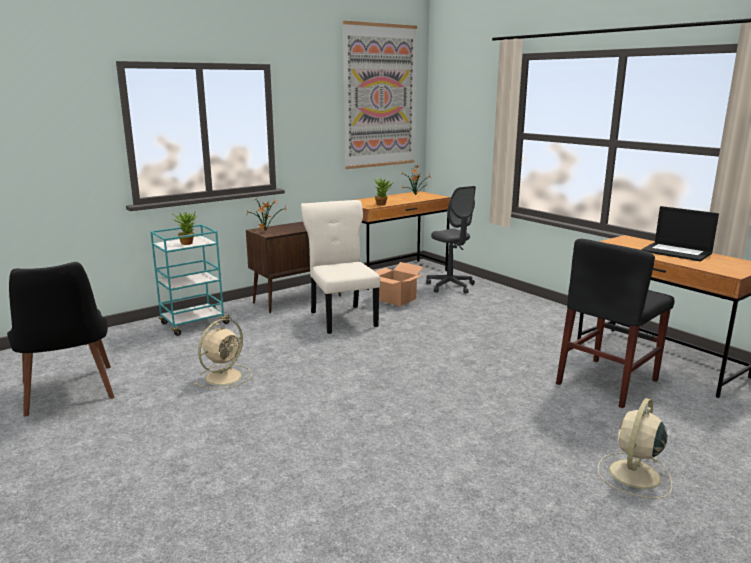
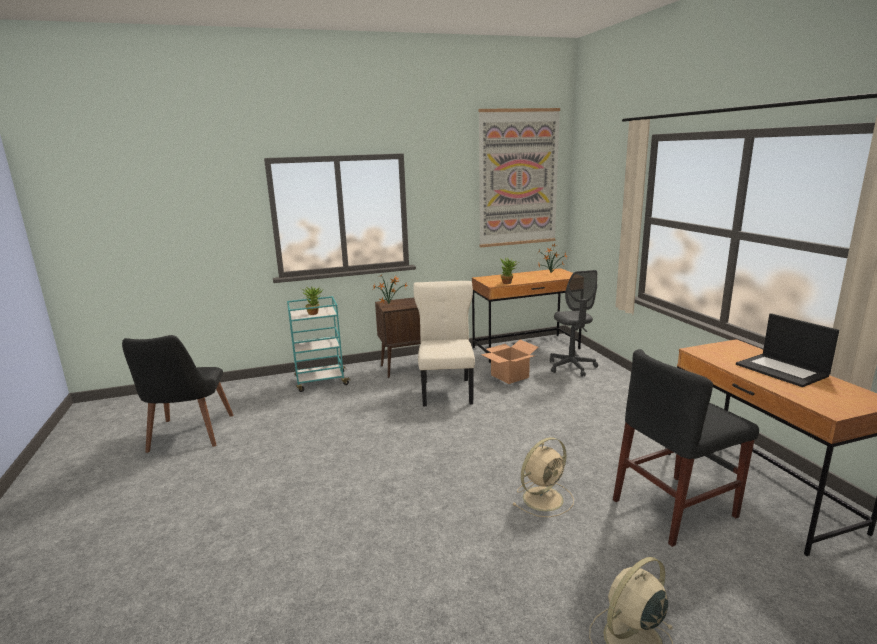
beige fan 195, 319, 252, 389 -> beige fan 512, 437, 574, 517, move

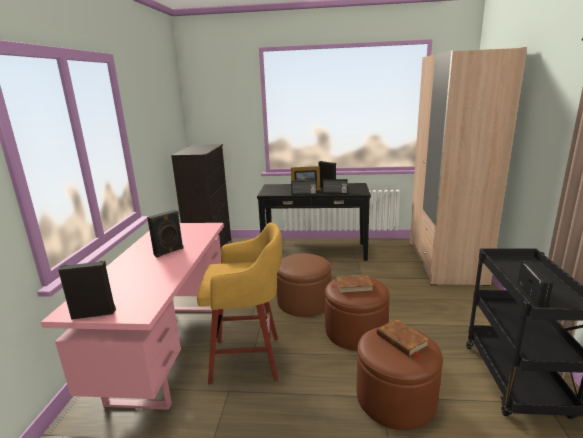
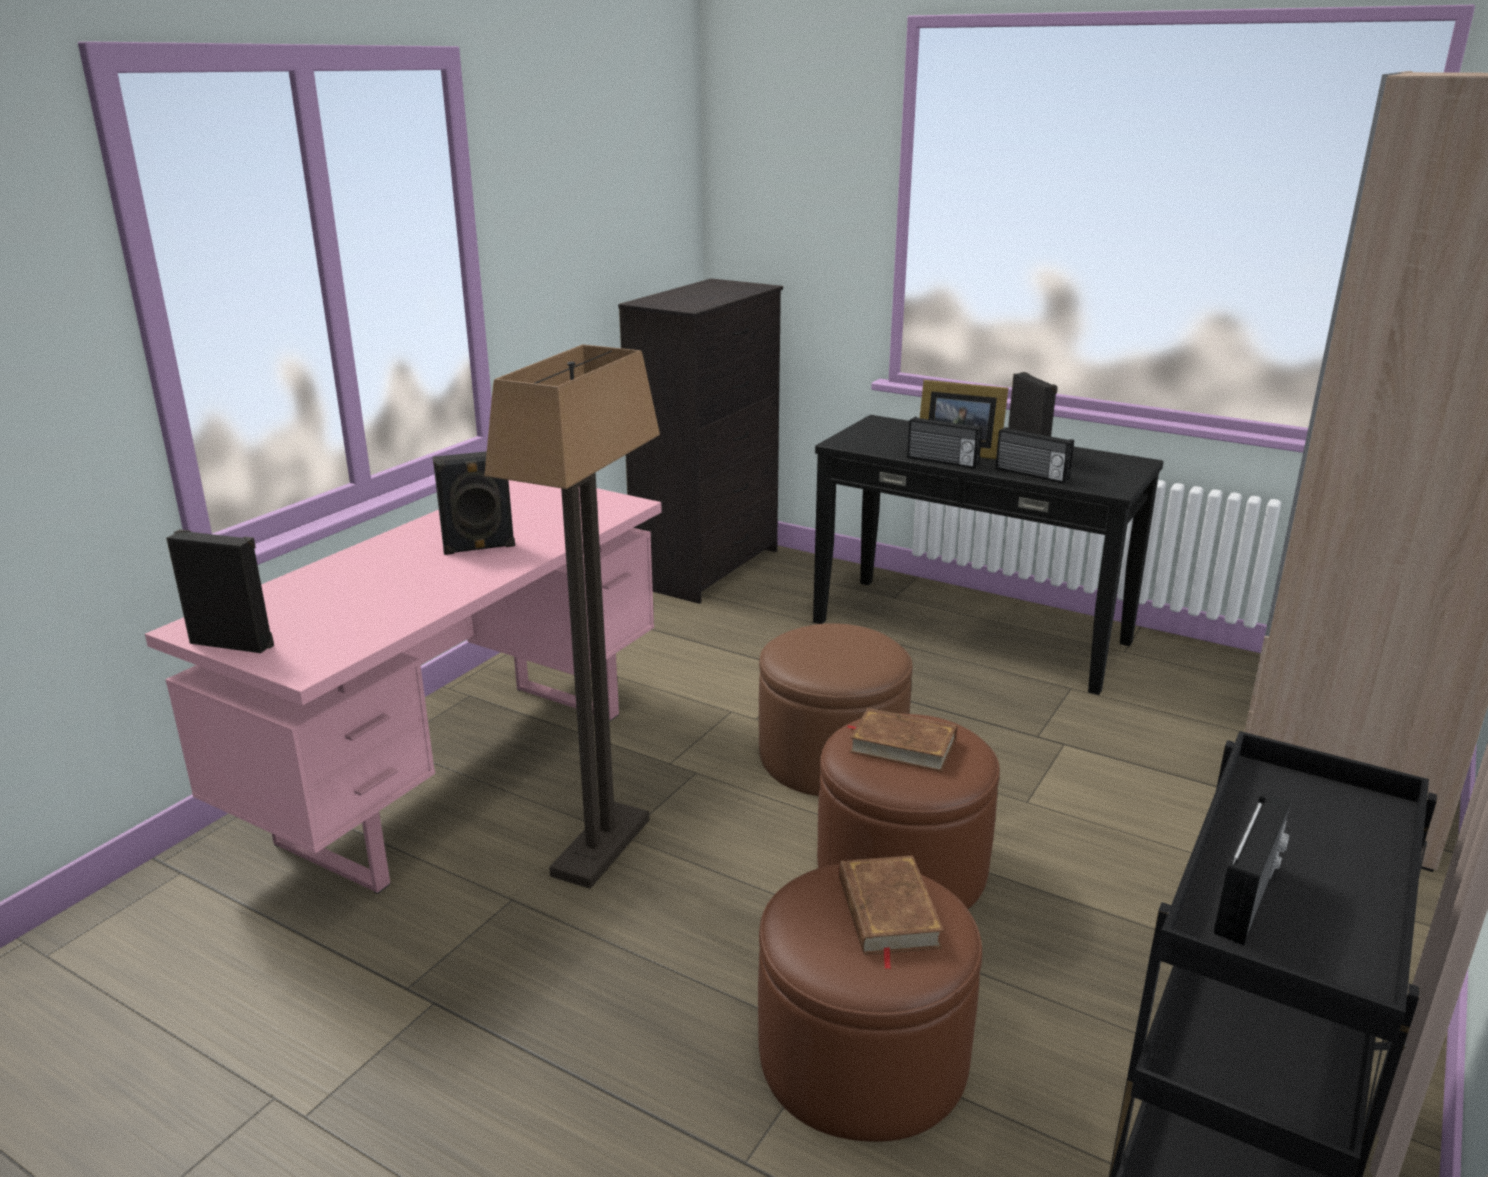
yellow stool 197, 222, 282, 384 -> floor lamp 484, 344, 660, 889

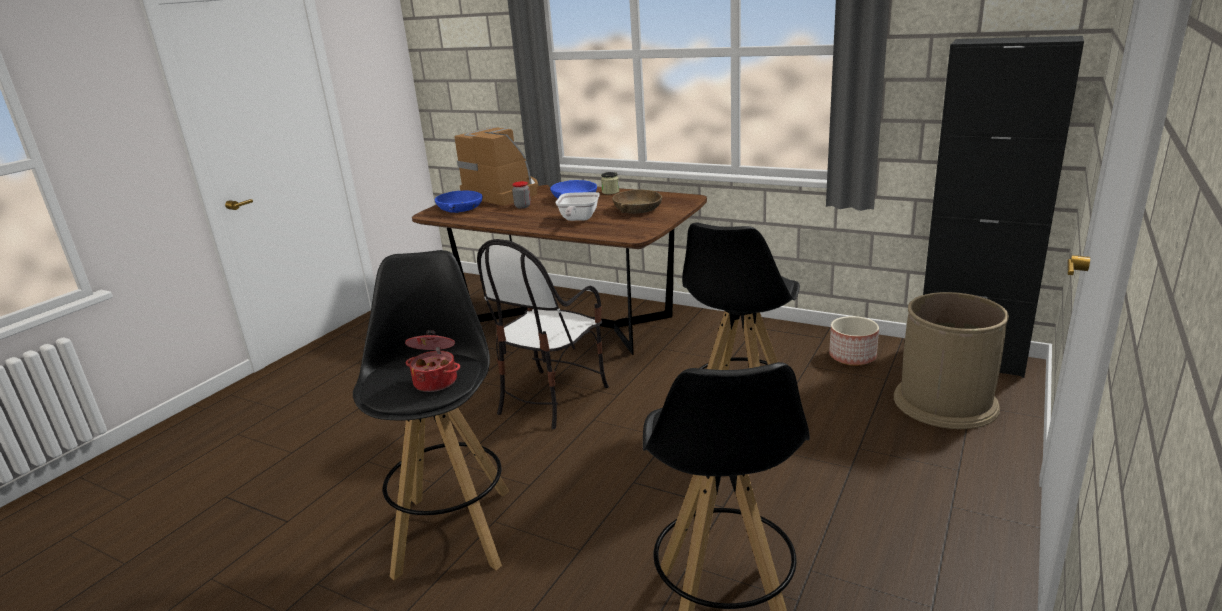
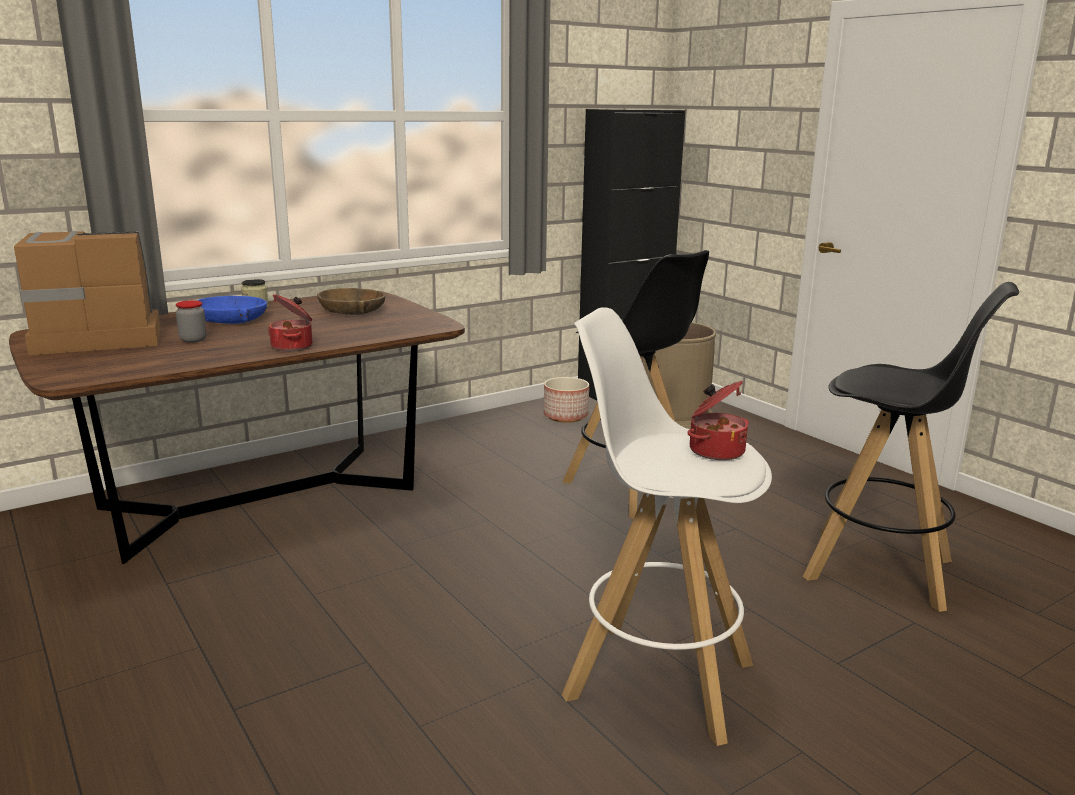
black stool 353, 250, 510, 580 -> white stool 562, 307, 772, 746
blue bowl 435, 190, 483, 213 -> none
chair 477, 239, 609, 429 -> none
frying pan 555, 192, 600, 221 -> none
none -> cooking pot 267, 294, 313, 351

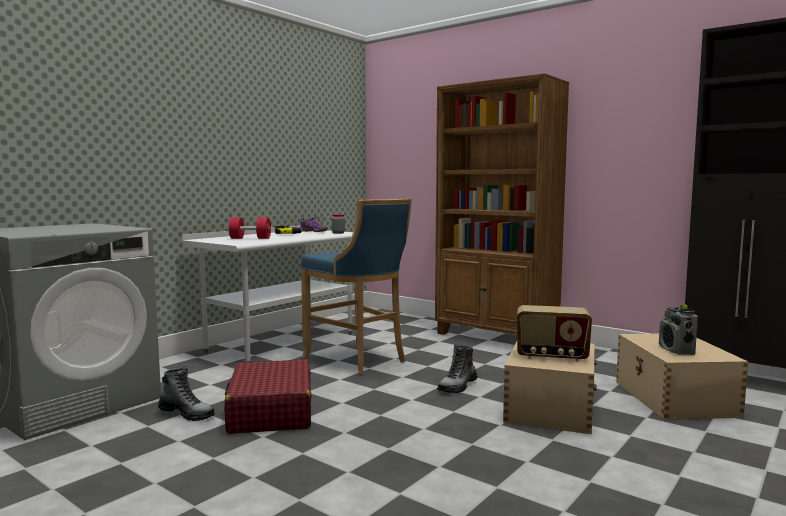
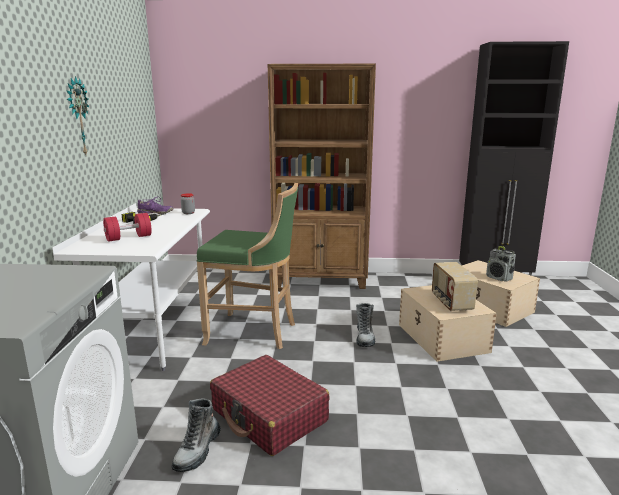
boot 158, 366, 215, 421 -> boot 171, 398, 221, 472, 120 degrees clockwise
blue stool 301, 199, 412, 375 -> green stool 197, 183, 298, 349
radio 517, 305, 592, 361 -> radio 432, 262, 478, 311, 105 degrees clockwise
none -> wall clock 66, 76, 89, 155

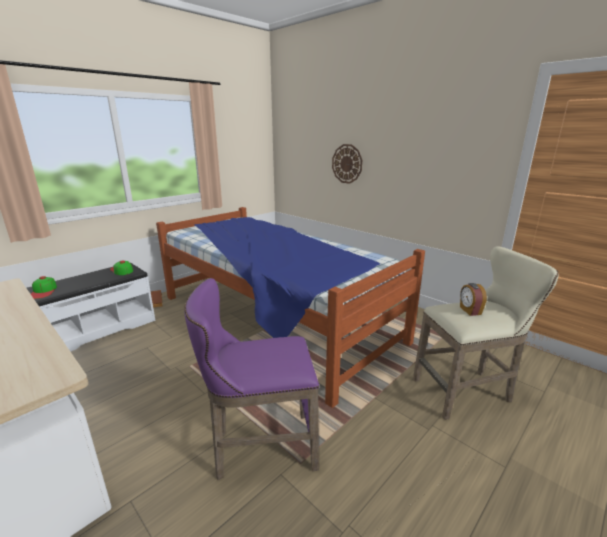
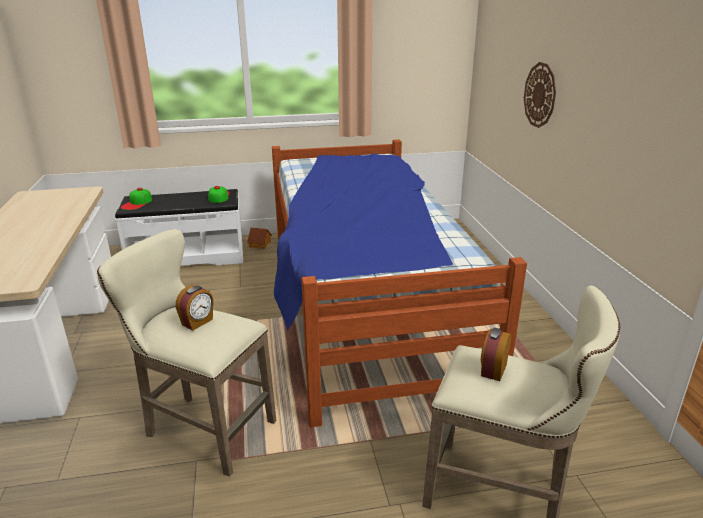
purple stool 184, 278, 319, 480 -> beige stool 97, 229, 276, 477
none -> alarm clock 176, 285, 214, 331

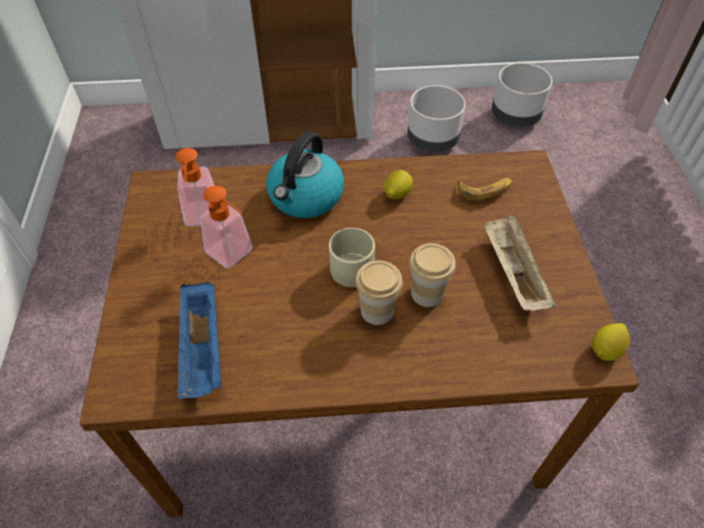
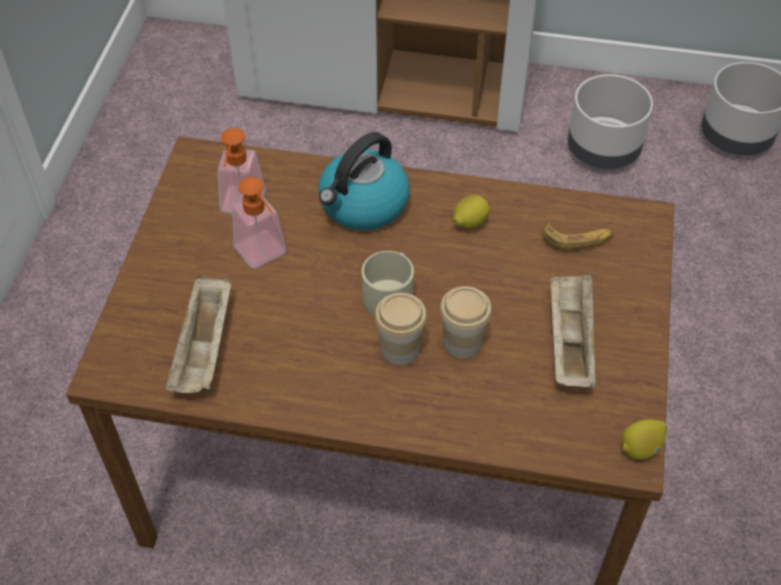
blue tray 178, 282, 221, 399 -> beige tray 165, 275, 231, 393

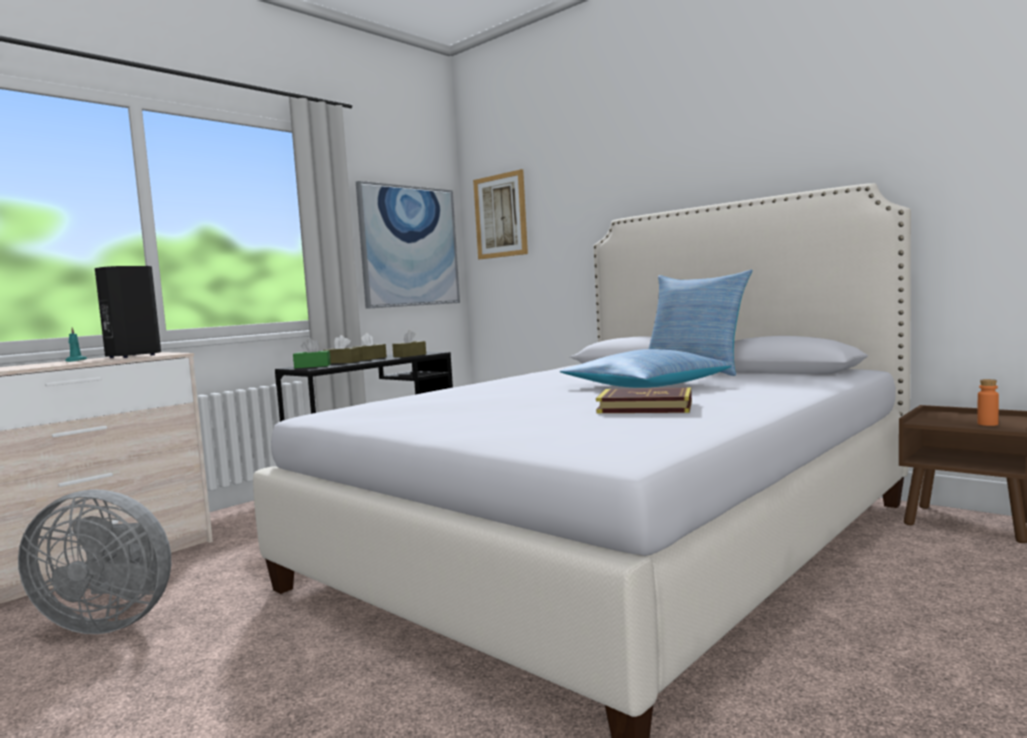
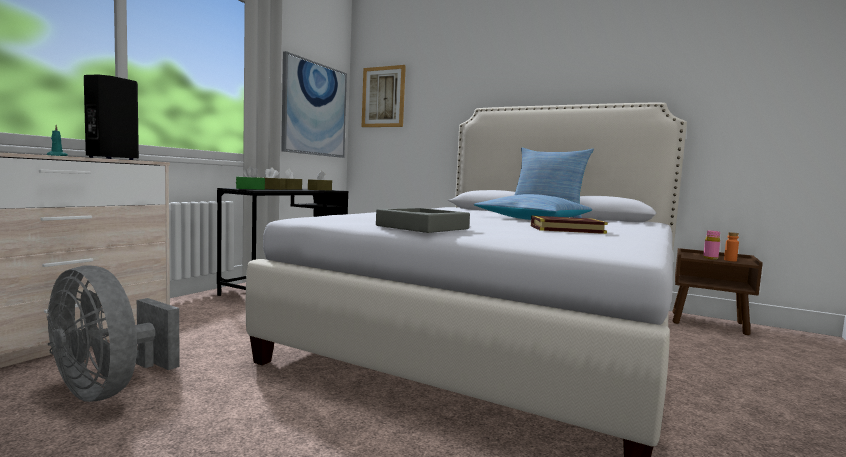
grey fan 18, 489, 171, 634 -> grey fan 47, 266, 180, 402, 45 degrees clockwise
none -> grey tray 376, 208, 470, 233
none -> pink bottle 703, 231, 720, 260

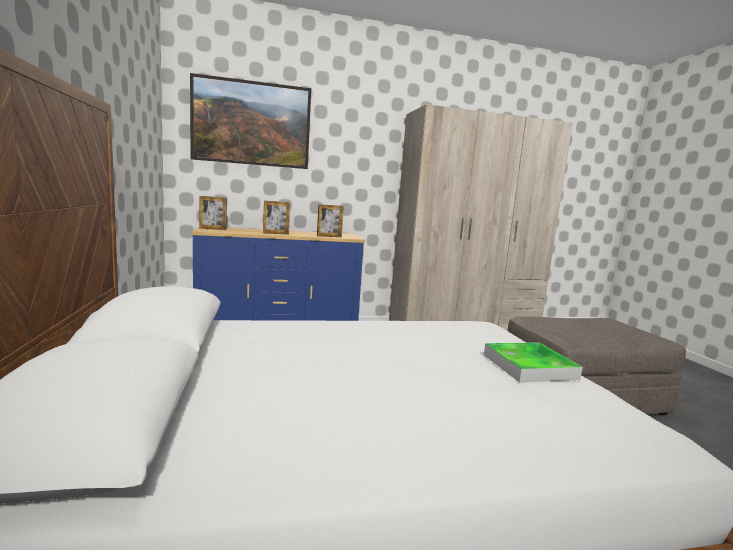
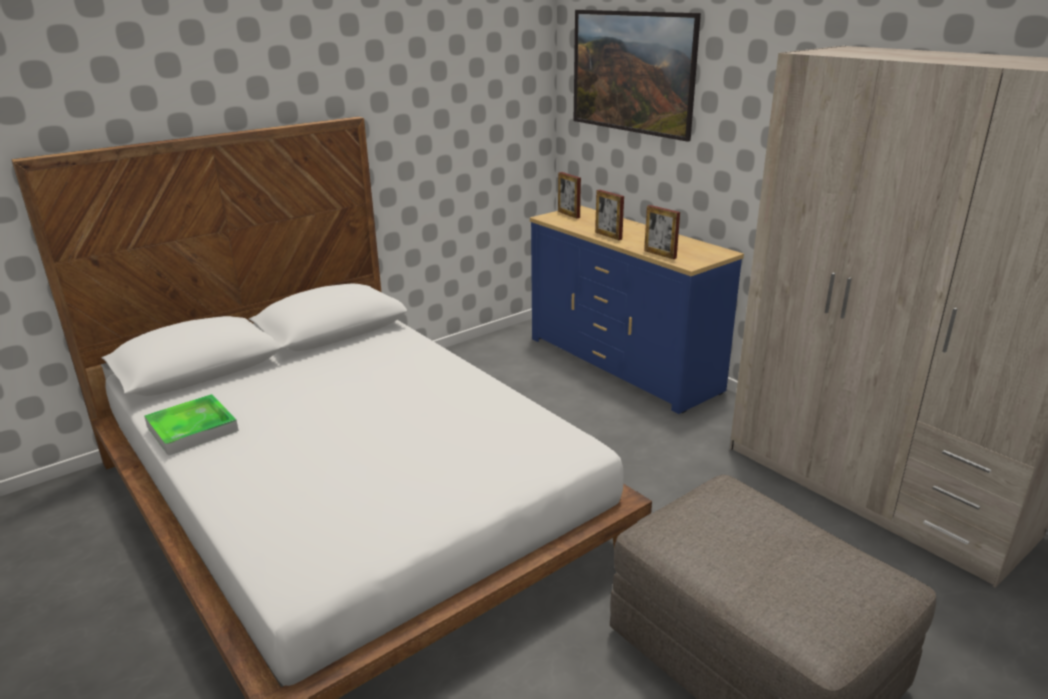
tray 484, 342, 583, 382 -> tray 144, 394, 239, 456, move

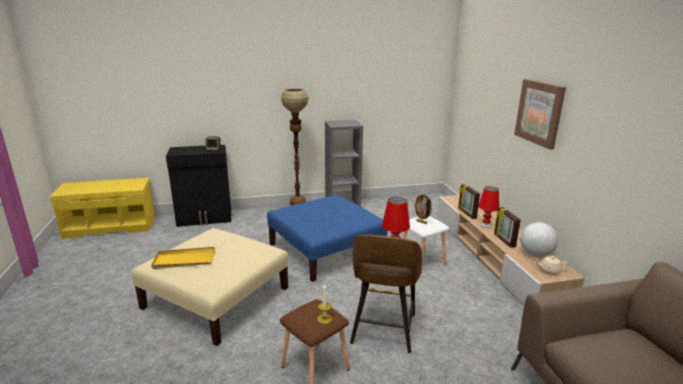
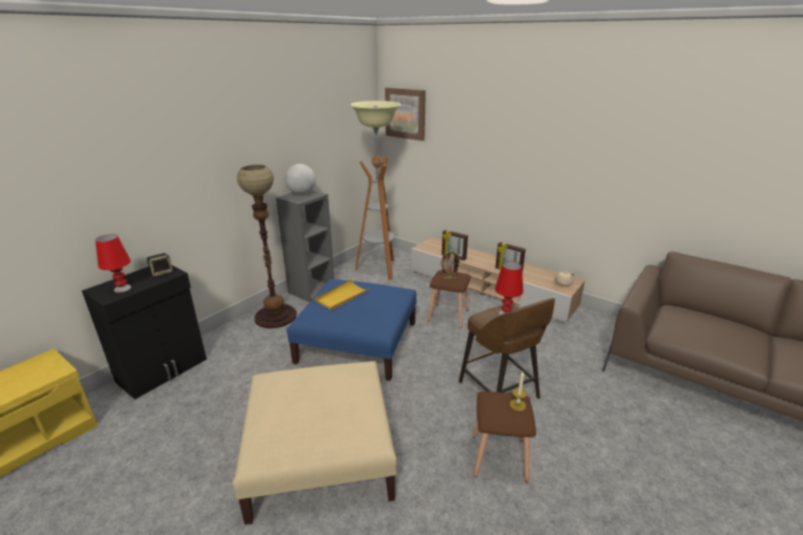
yellow tray 151, 247, 215, 269 -> yellow tray 314, 279, 370, 311, move
white stool 403, 216, 449, 273 -> brown stool 427, 270, 471, 328
red table lamp 478, 186, 499, 228 -> red table lamp 95, 234, 131, 293, move
picture 514, 79, 566, 150 -> picture 385, 87, 426, 141, move
globe 520, 222, 558, 257 -> globe 285, 164, 316, 195, move
none -> floor lamp 350, 101, 401, 280

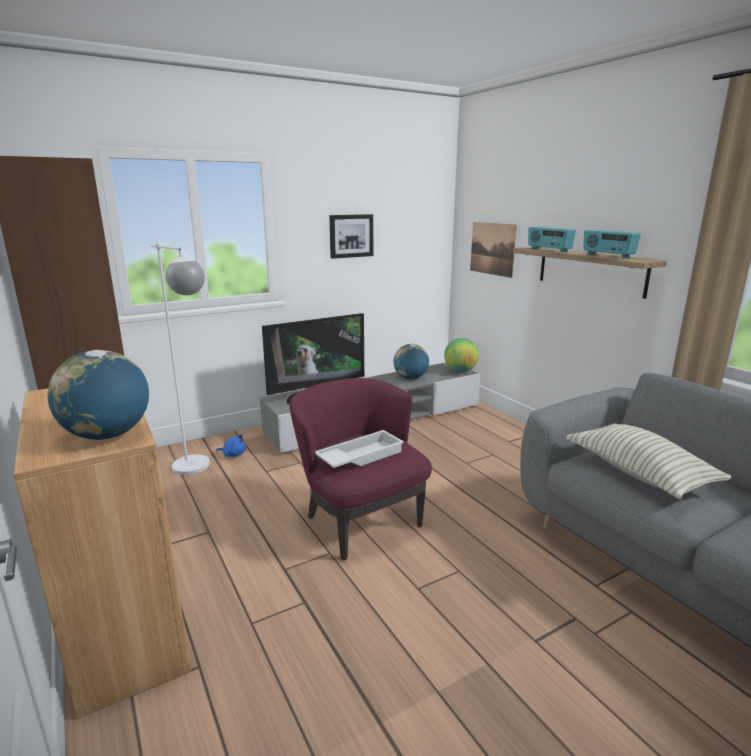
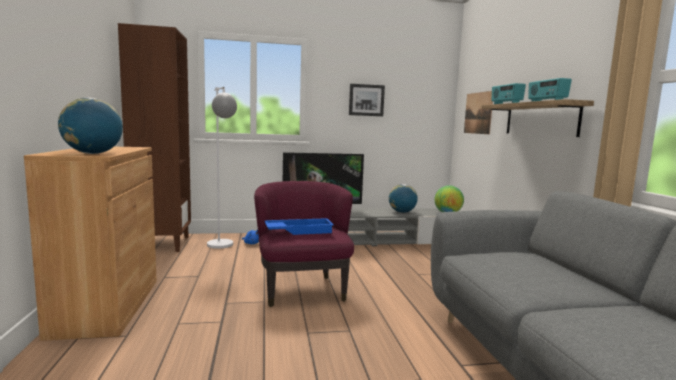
white tray 315, 430, 404, 468 -> blue tray 265, 218, 334, 235
pillow 566, 423, 731, 499 -> none

